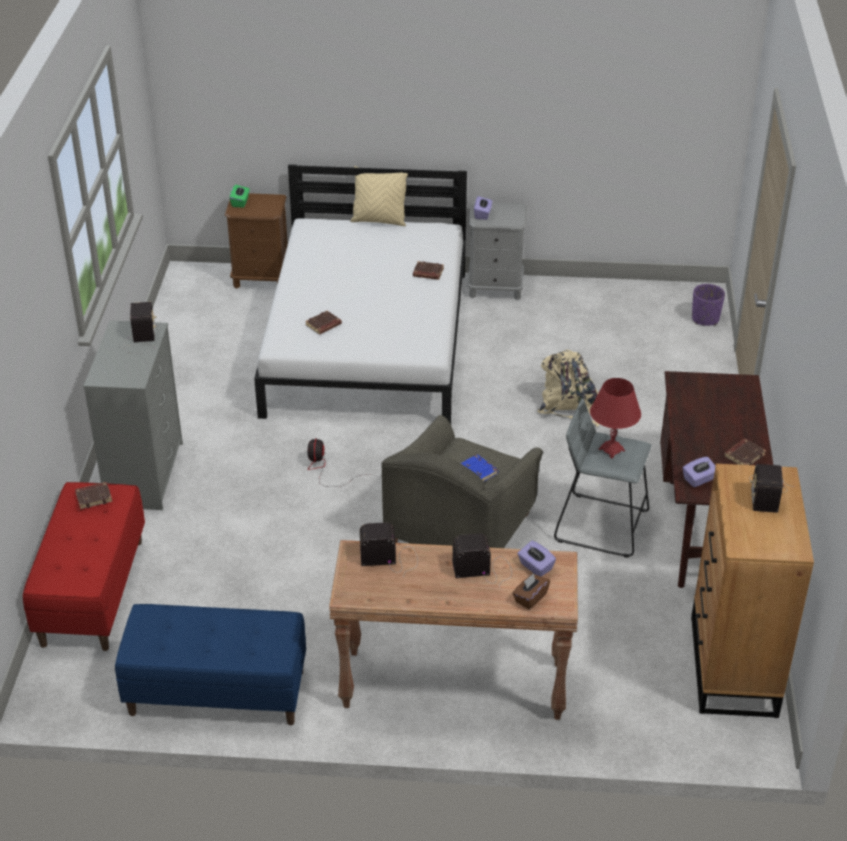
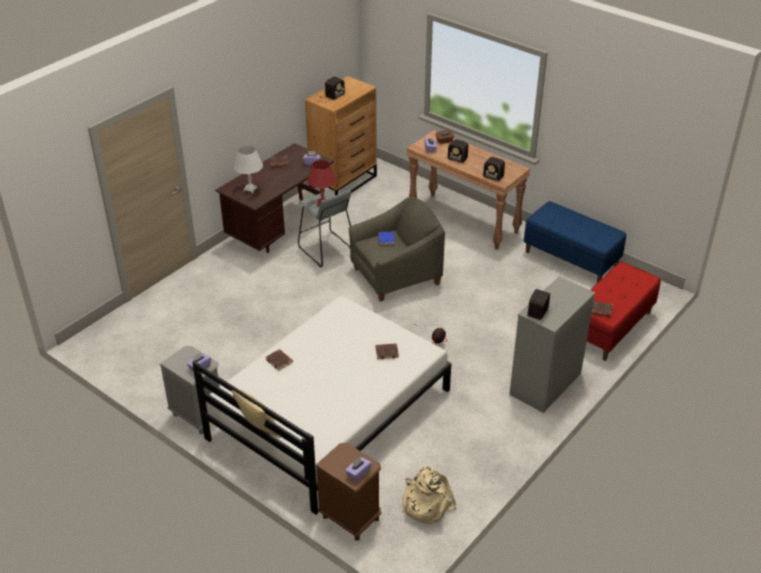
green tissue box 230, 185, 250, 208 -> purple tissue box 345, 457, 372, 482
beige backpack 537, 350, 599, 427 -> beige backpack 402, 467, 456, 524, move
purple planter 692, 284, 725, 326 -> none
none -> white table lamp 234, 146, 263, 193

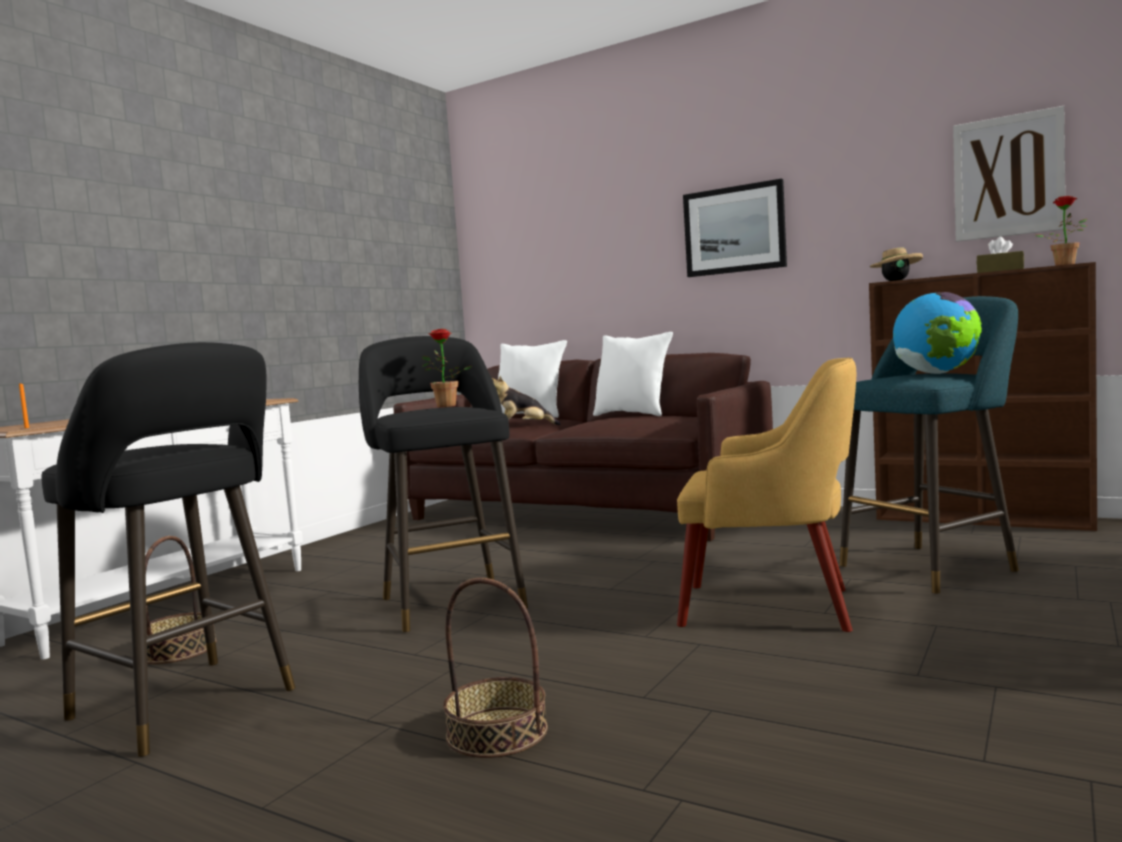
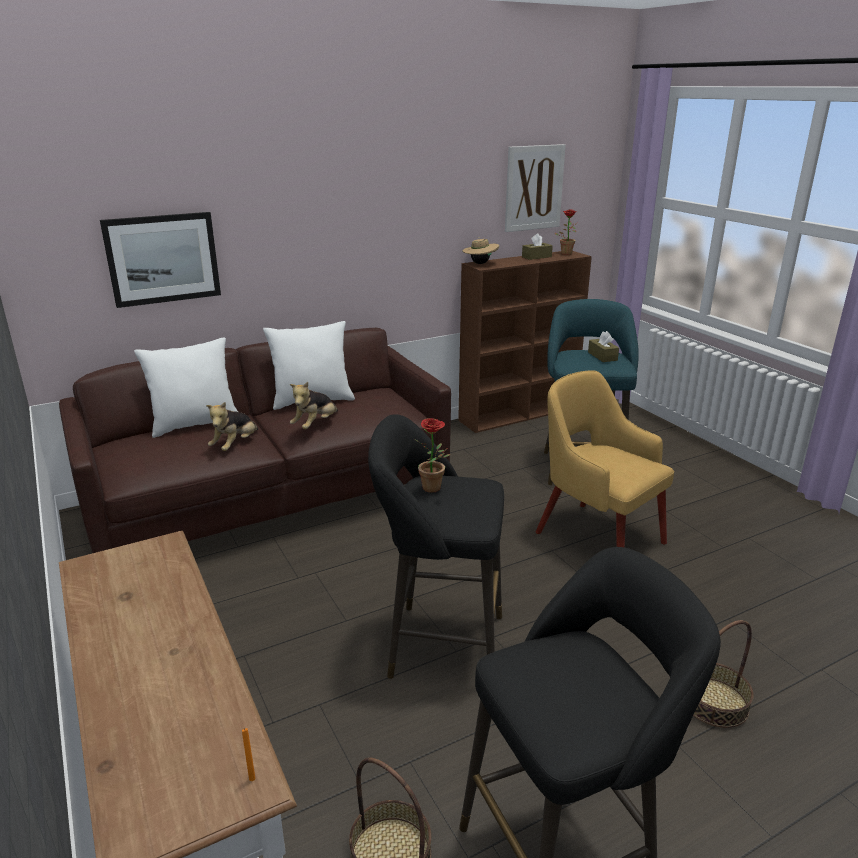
yellow armchair 677, 358, 856, 632 -> yellow armchair 535, 370, 674, 548, 90 degrees counterclockwise
picture 683, 178, 787, 277 -> picture 100, 212, 221, 308, move
globe 893, 292, 982, 374 -> brown tissue box 588, 331, 619, 362
none -> plush toy 290, 382, 338, 429

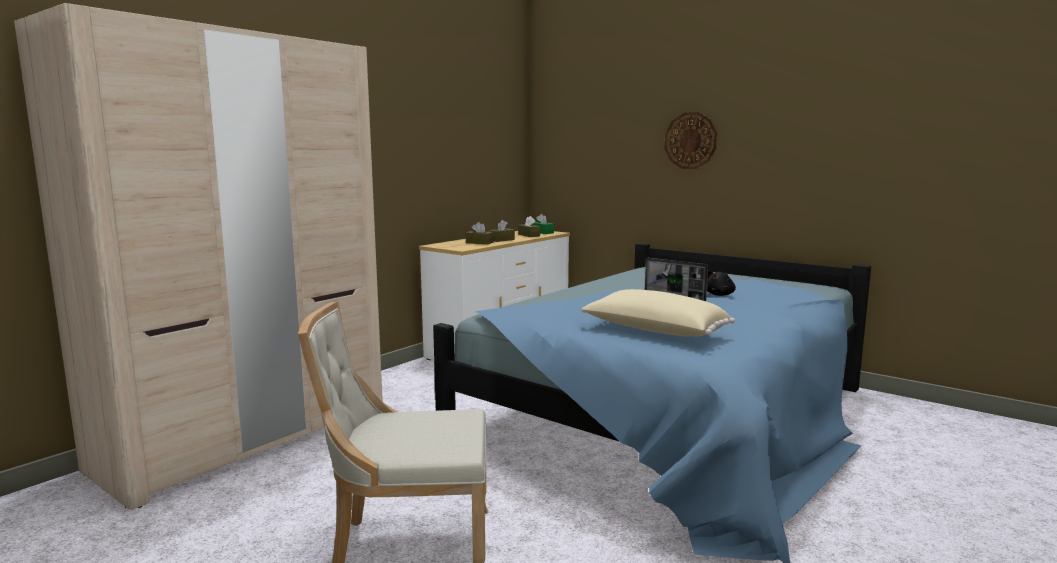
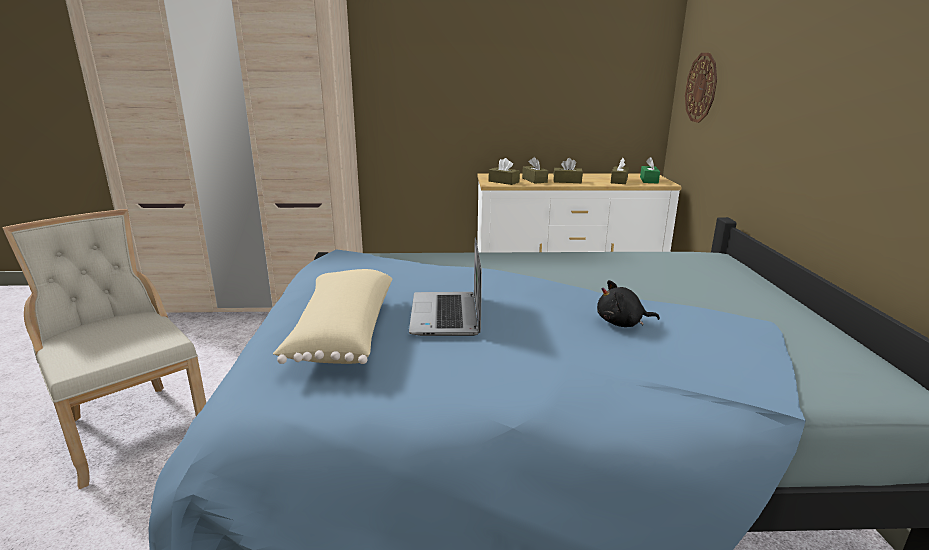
wall clock 664, 112, 717, 169 -> wall clock 685, 53, 717, 123, move
none -> brown tissue box 489, 158, 520, 185

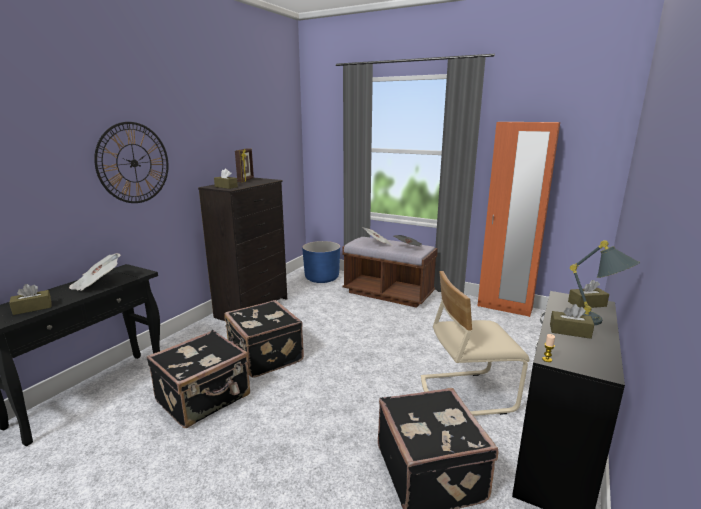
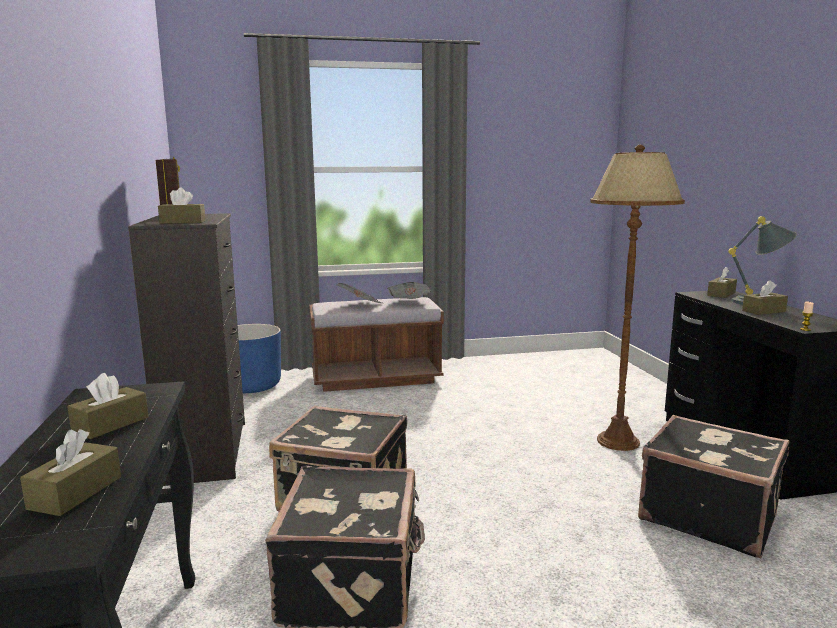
newspaper 69, 253, 121, 291 -> brown tissue box 67, 373, 148, 439
wall clock 94, 122, 169, 203 -> none
beige chair 421, 271, 530, 416 -> brown floor lamp 590, 145, 685, 451
orange wardrobe 478, 122, 560, 317 -> none

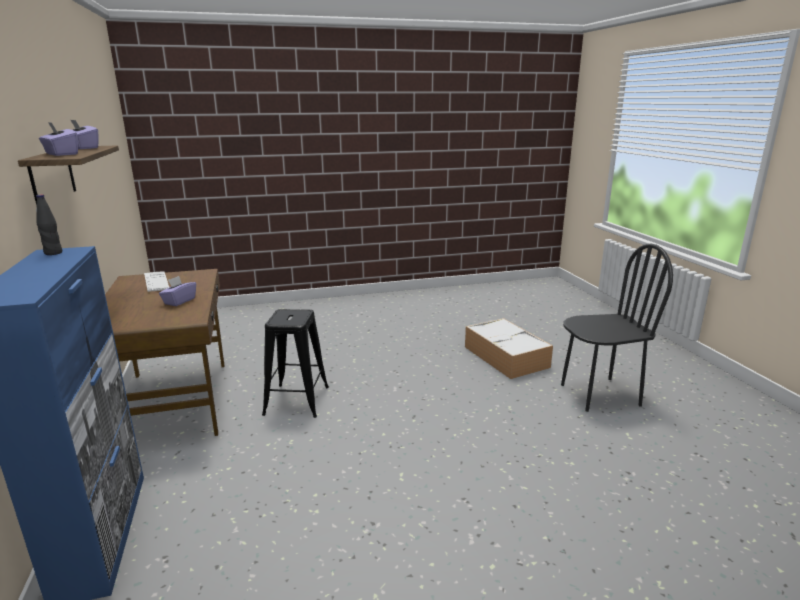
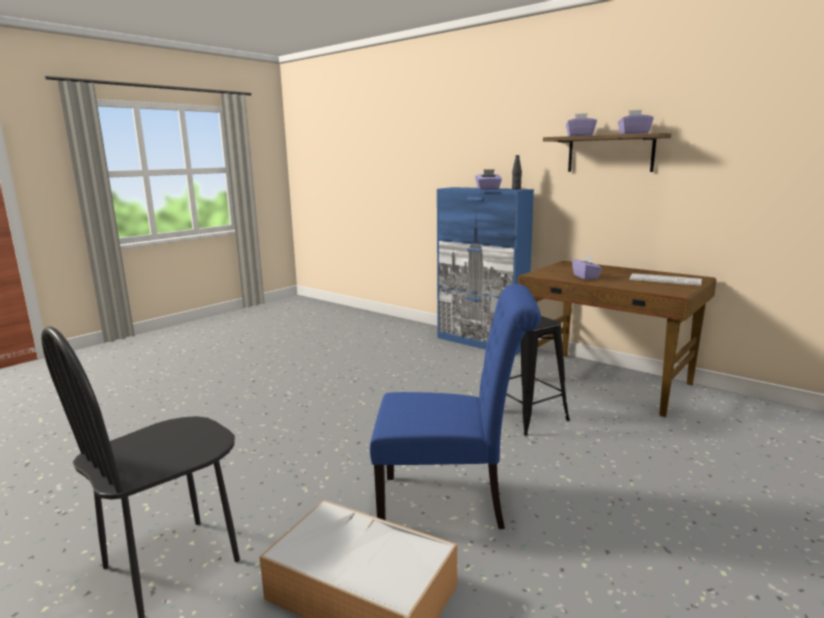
none -> blue chair 370, 284, 541, 529
none -> purple tissue box 475, 169, 502, 189

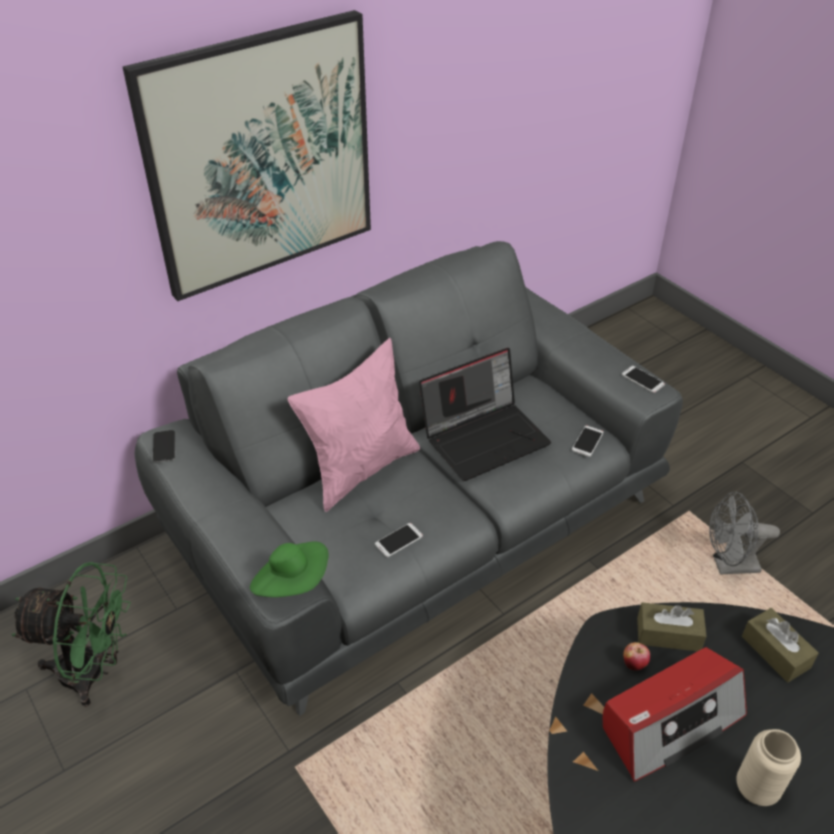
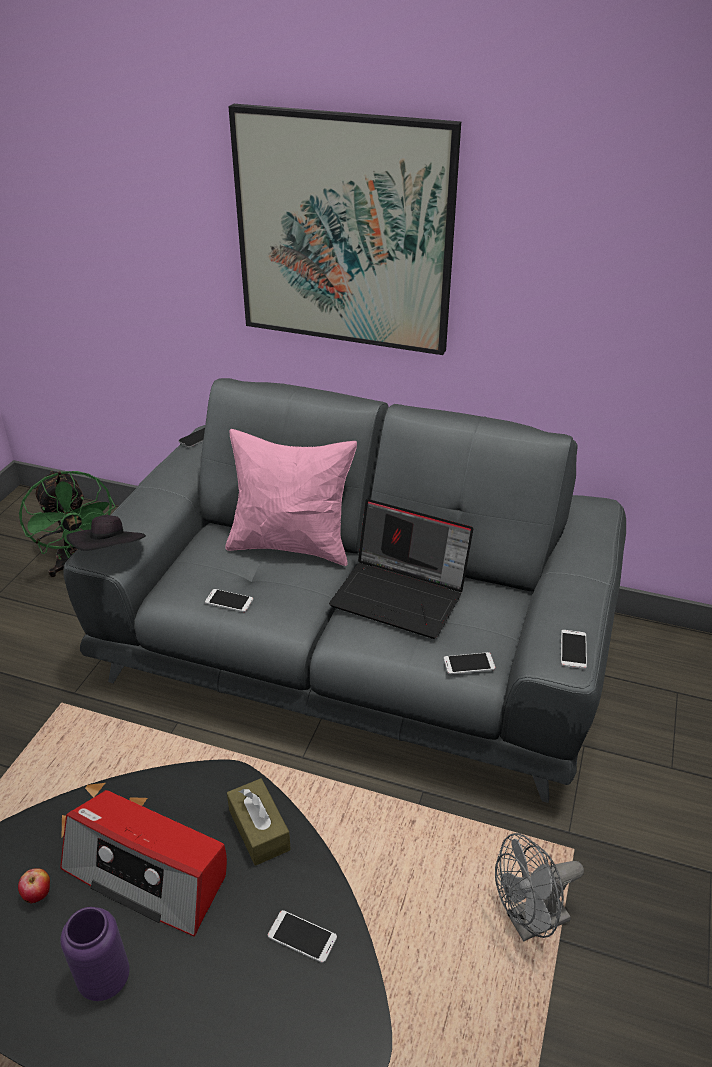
green hat 250, 542, 329, 597 -> black hat 67, 515, 146, 551
apple 623, 642, 650, 671 -> apple 18, 868, 50, 904, move
grey fan 709, 492, 780, 575 -> grey fan 495, 833, 584, 942, 75 degrees counterclockwise
beige vase 736, 729, 801, 806 -> purple vase 60, 907, 130, 1001
brown tissue box 742, 608, 819, 683 -> phone 268, 910, 337, 963

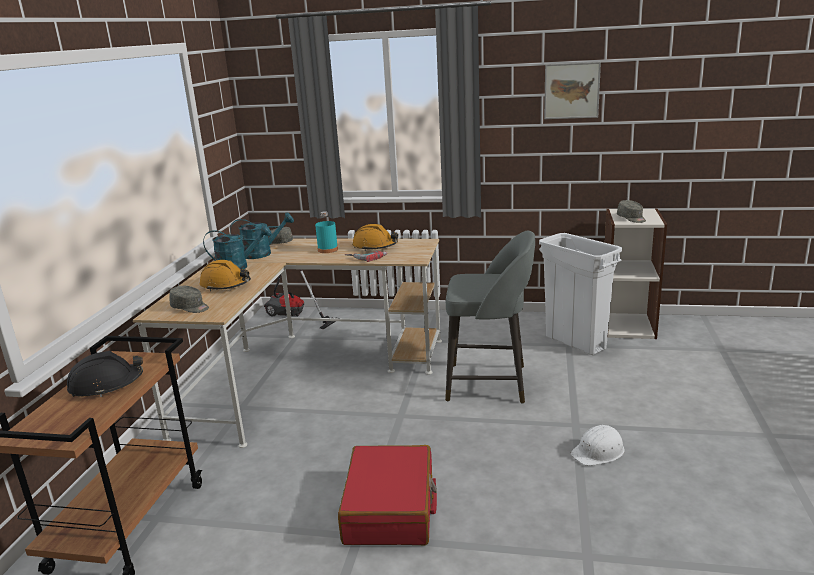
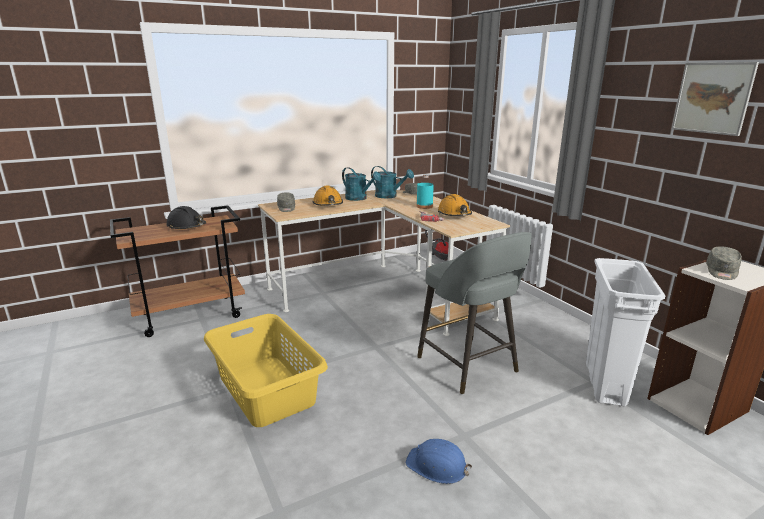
red suitcase 338, 445, 437, 545 -> yellow laundry basket 204, 314, 328, 427
white hard hat 571, 424, 625, 466 -> blue hard hat 406, 439, 472, 484

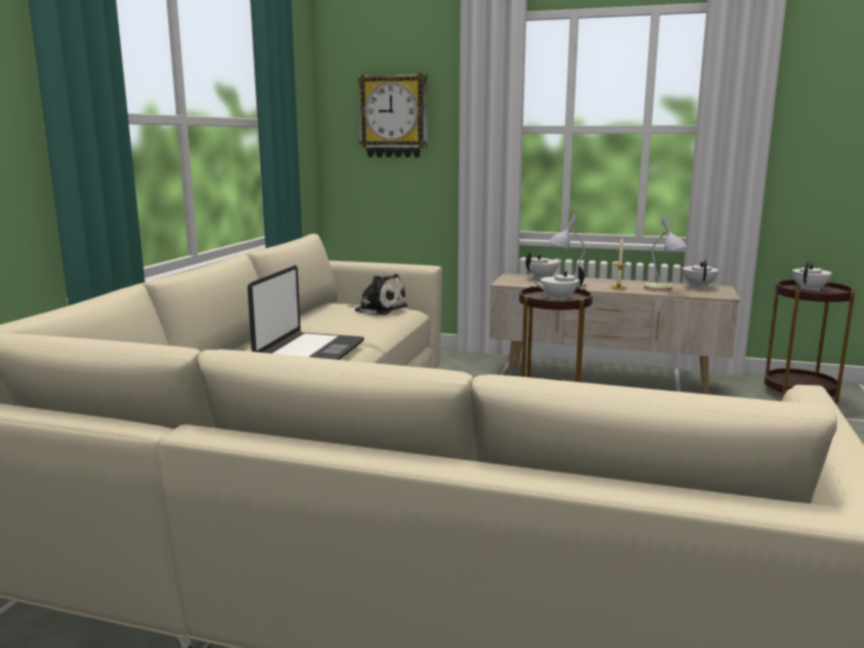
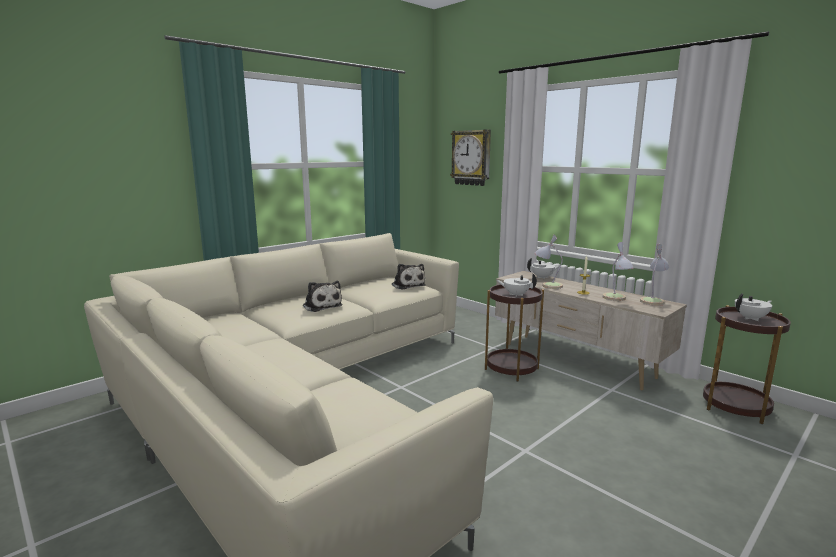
laptop 247, 265, 364, 360 -> plush toy 303, 281, 343, 312
white teapot 682, 260, 719, 288 -> table lamp 640, 244, 669, 306

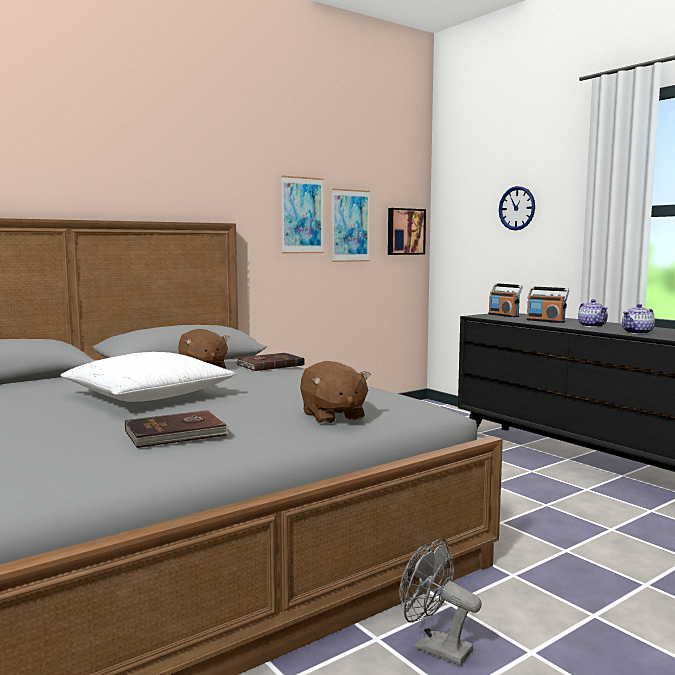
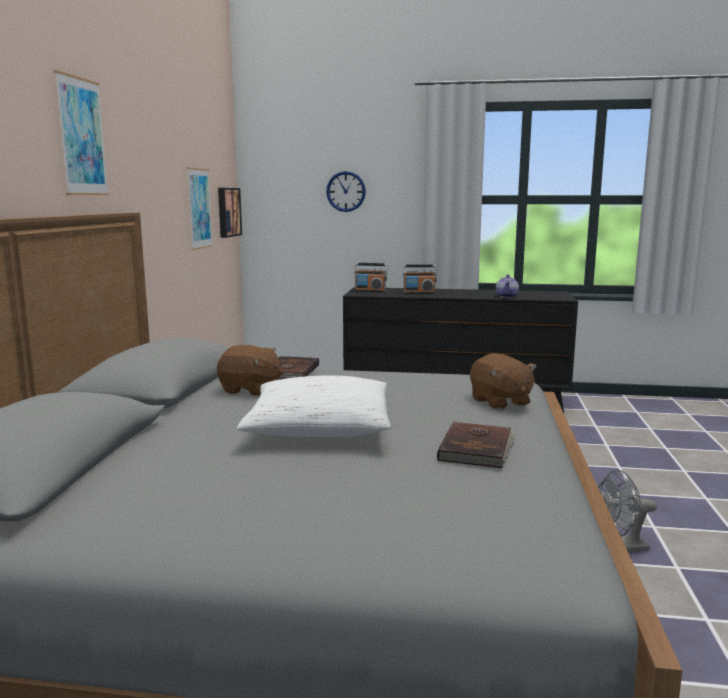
picture 281, 176, 324, 254 -> picture 54, 70, 109, 195, move
brown plush toy 300, 361, 371, 424 -> brown plush toy 470, 353, 537, 410, 45 degrees clockwise
teapot 578, 299, 608, 327 -> none

